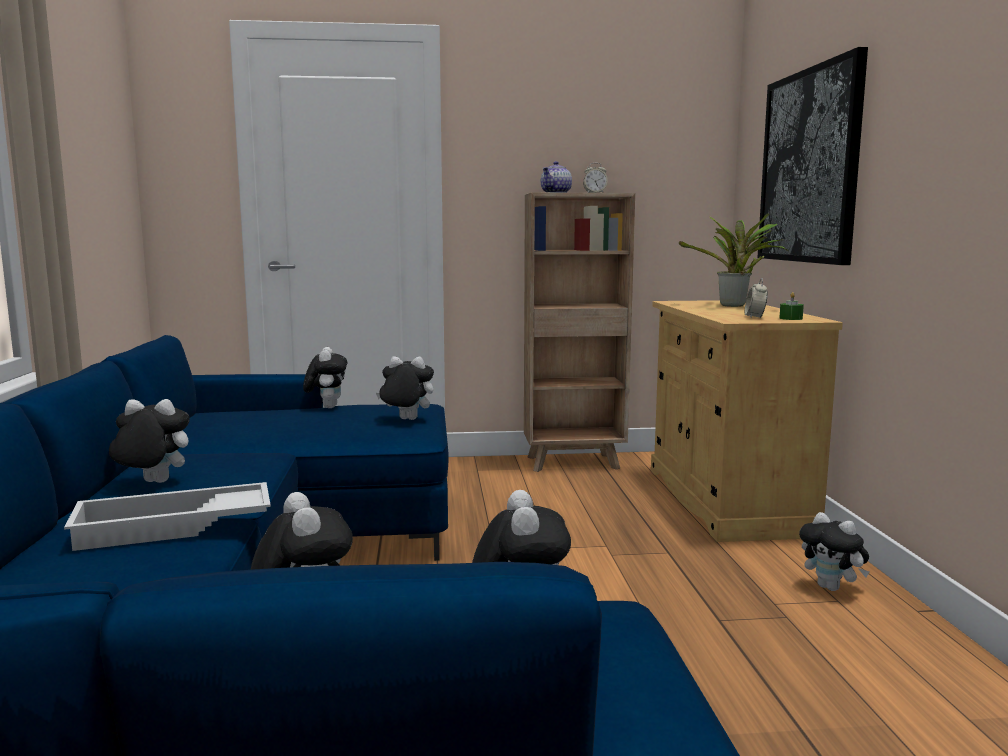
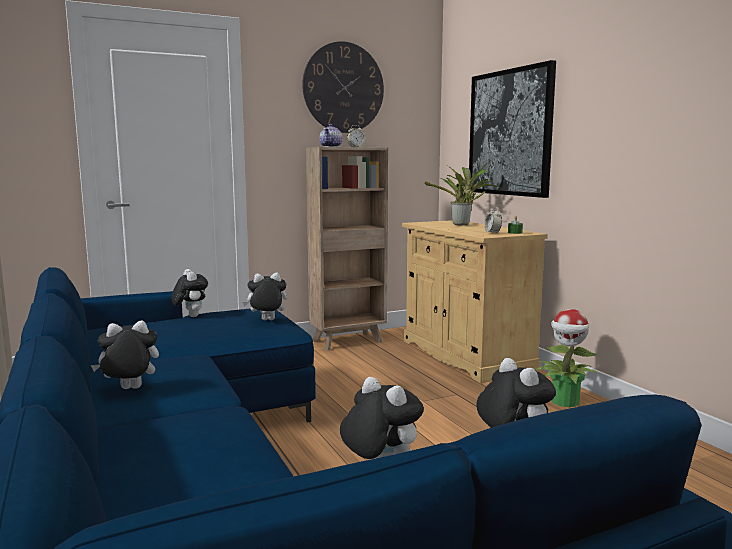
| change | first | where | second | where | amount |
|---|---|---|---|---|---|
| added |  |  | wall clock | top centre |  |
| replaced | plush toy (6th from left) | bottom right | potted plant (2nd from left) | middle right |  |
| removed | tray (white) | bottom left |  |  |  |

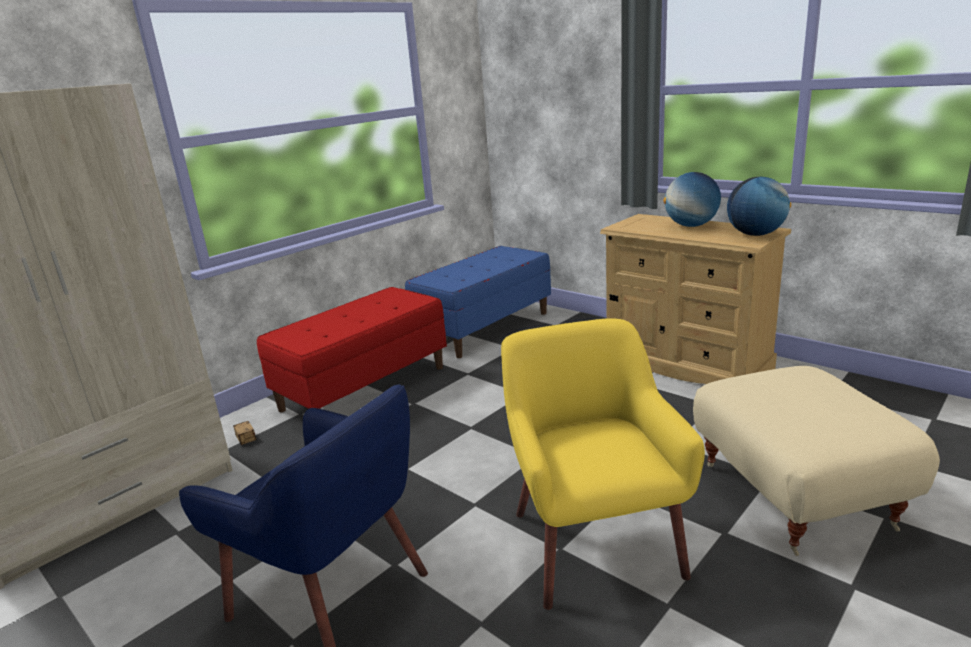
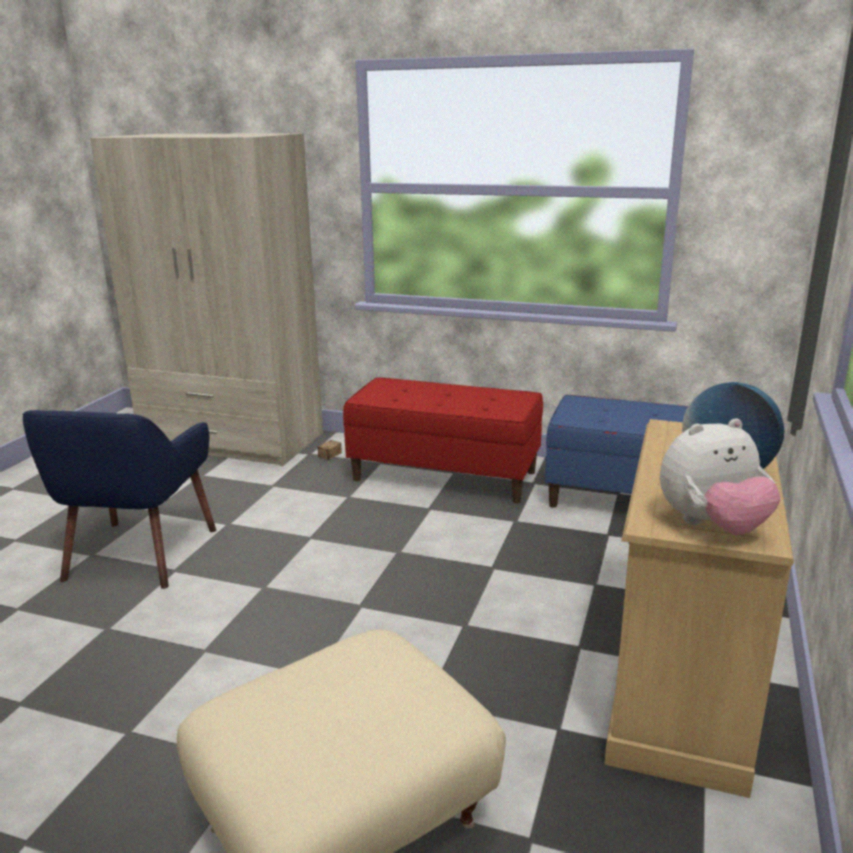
| change | first | where | second | where | amount |
|---|---|---|---|---|---|
| replaced | globe (2nd from left) | top right | plush toy | middle right |  |
| removed | armchair (yellow) | bottom centre |  |  |  |

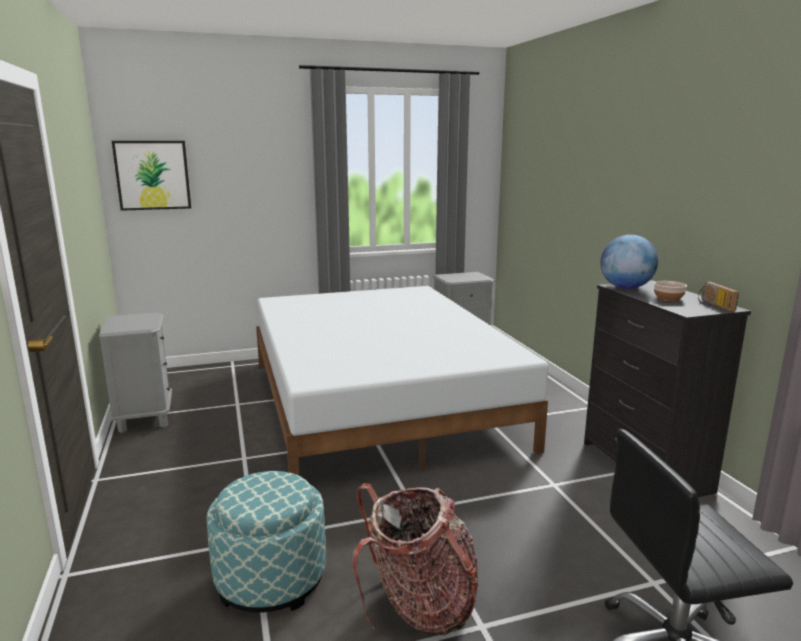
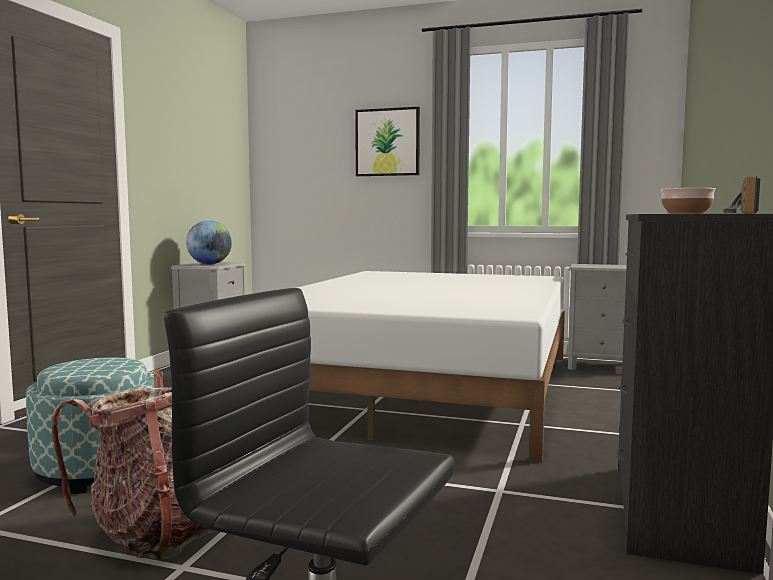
| change | first | where | second | where | amount |
|---|---|---|---|---|---|
| moved | globe | middle right |  | middle left |  |
| moved | picture | top left |  | top centre |  |

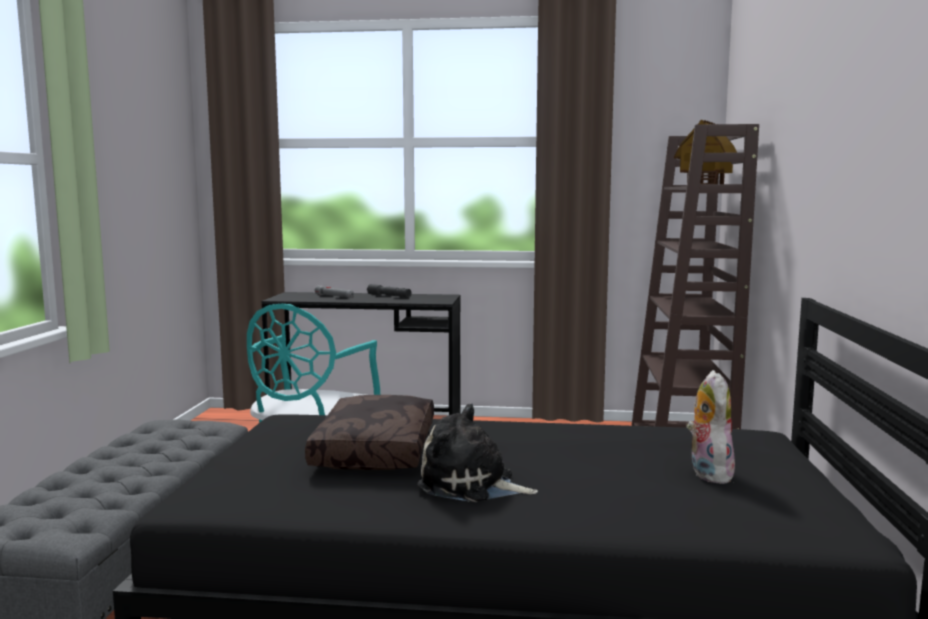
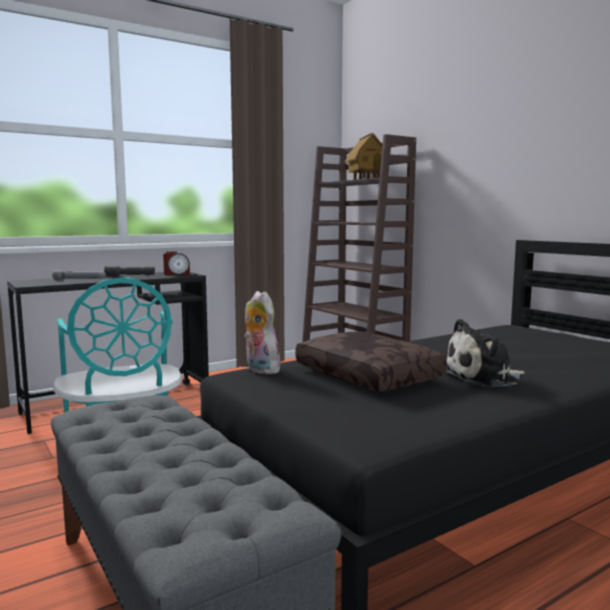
| change | first | where | second | where | amount |
|---|---|---|---|---|---|
| added |  |  | alarm clock | middle left |  |
| moved | plush toy (2nd from left in the first image) | bottom right | plush toy (1st from left) | centre |  |

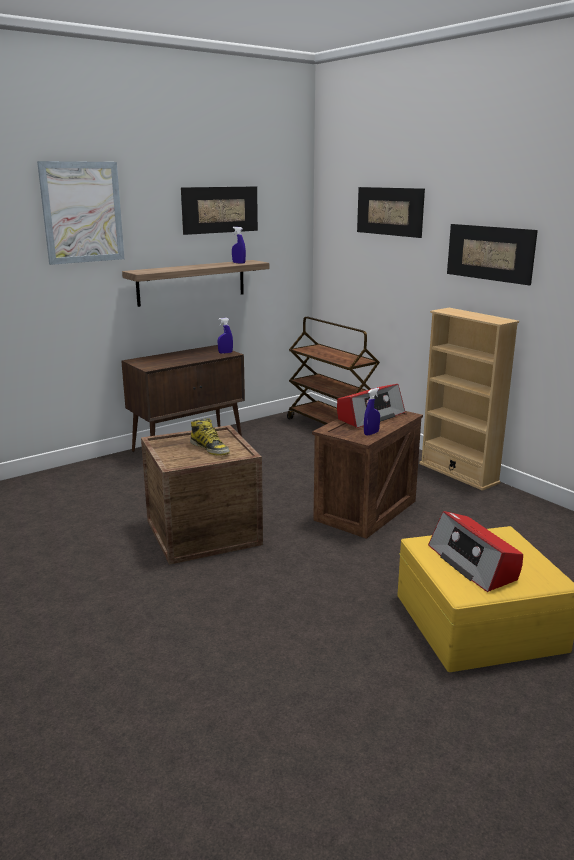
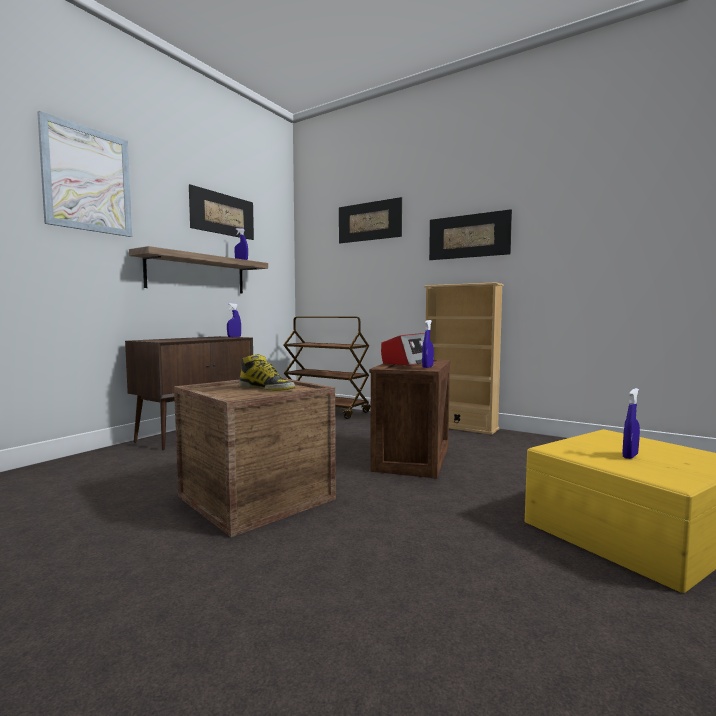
| change | first | where | second | where | amount |
|---|---|---|---|---|---|
| replaced | radio (2nd from left) | middle right | spray bottle (blue) (4th from left) | middle right |  |

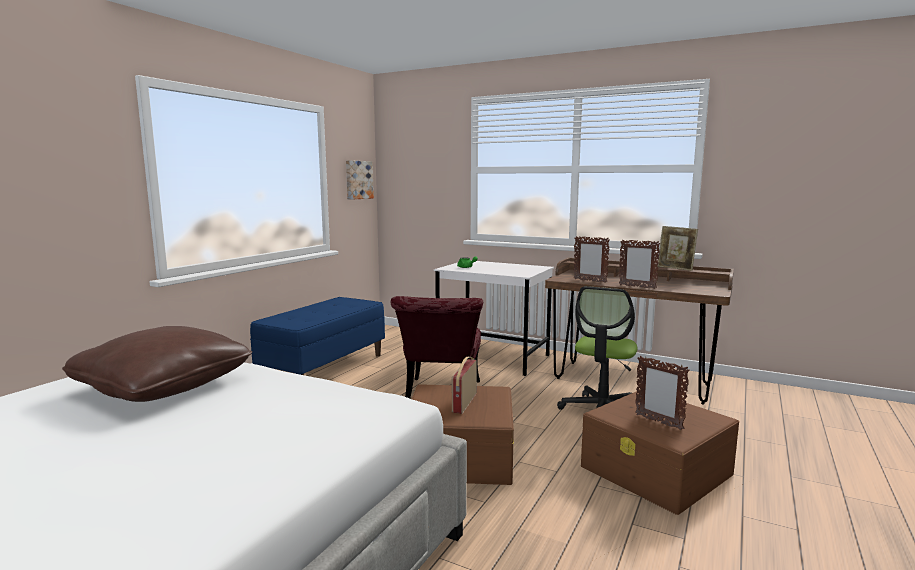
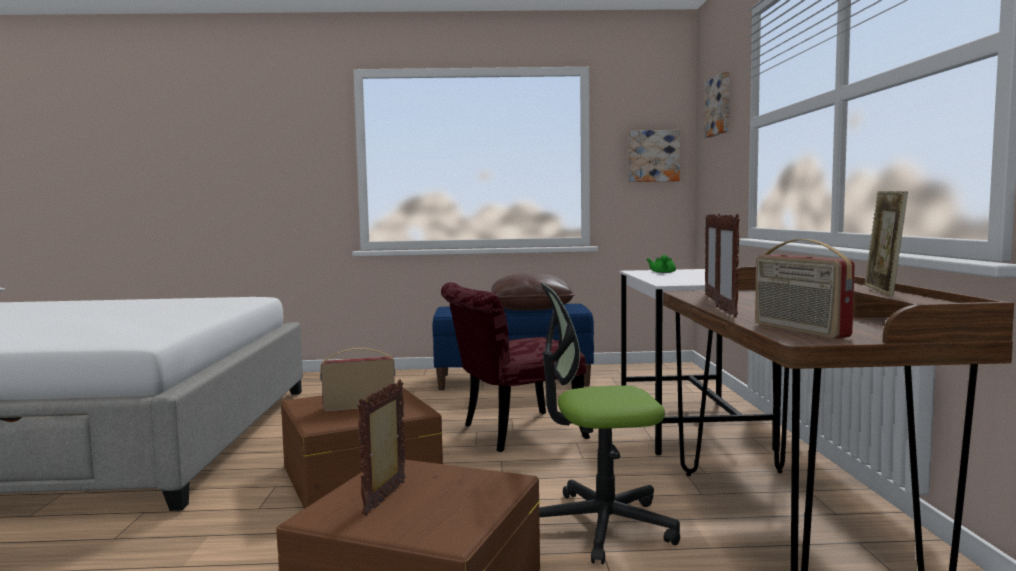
| change | first | where | second | where | amount |
|---|---|---|---|---|---|
| moved | pillow (brown) | middle left |  | centre |  |
| added |  |  | picture (2nd from left) | top right |  |
| added |  |  | radio (2nd from left) | middle right |  |

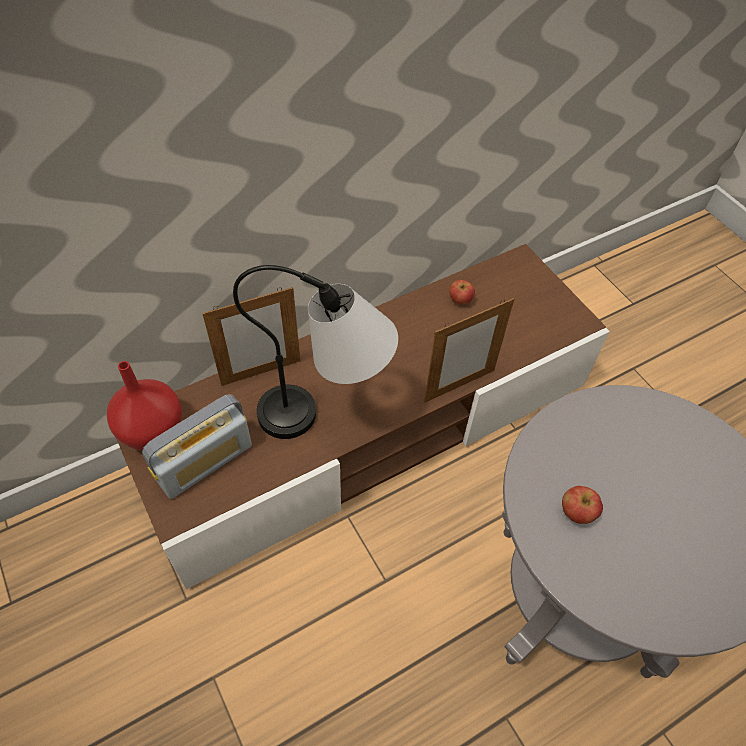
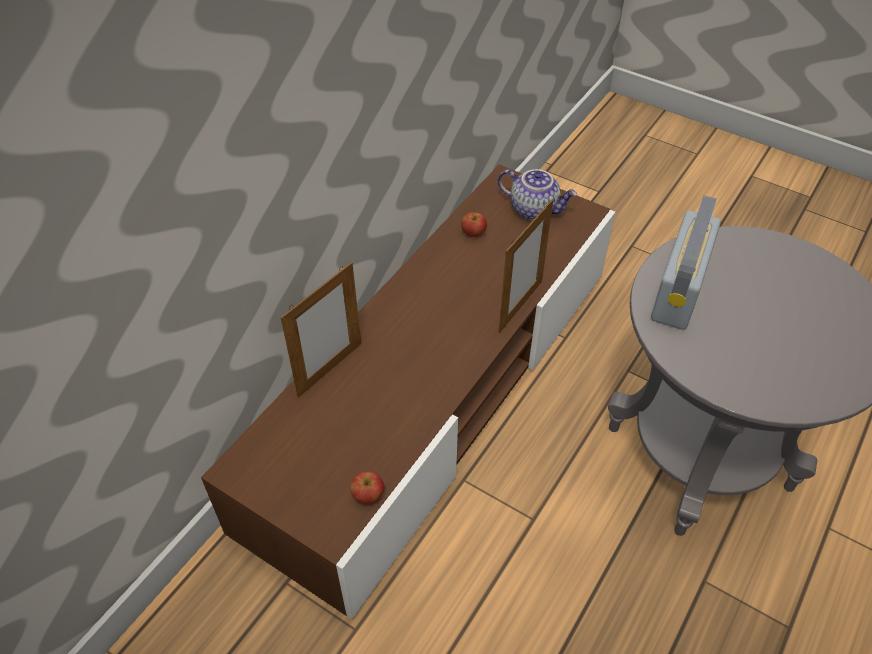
| change | first | where | second | where | amount |
|---|---|---|---|---|---|
| moved | apple (2nd from left in the first image) | bottom right | apple (1st from left) | bottom centre |  |
| added |  |  | teapot | top centre |  |
| moved | radio | middle left |  | middle right |  |
| removed | vase (red) | middle left |  |  |  |
| removed | table lamp | centre |  |  |  |

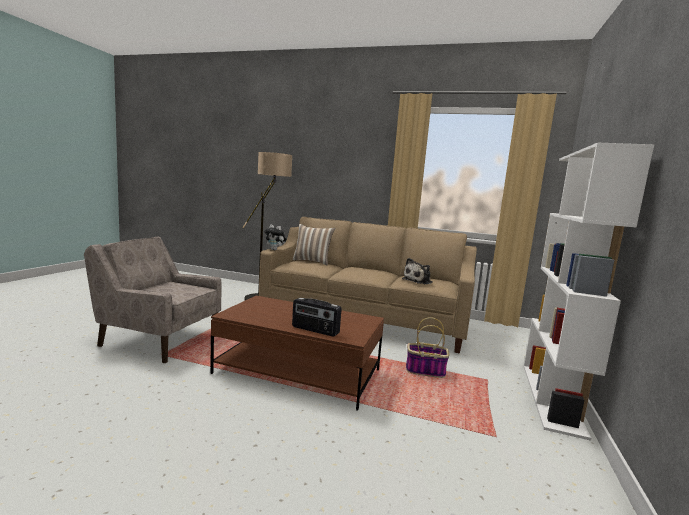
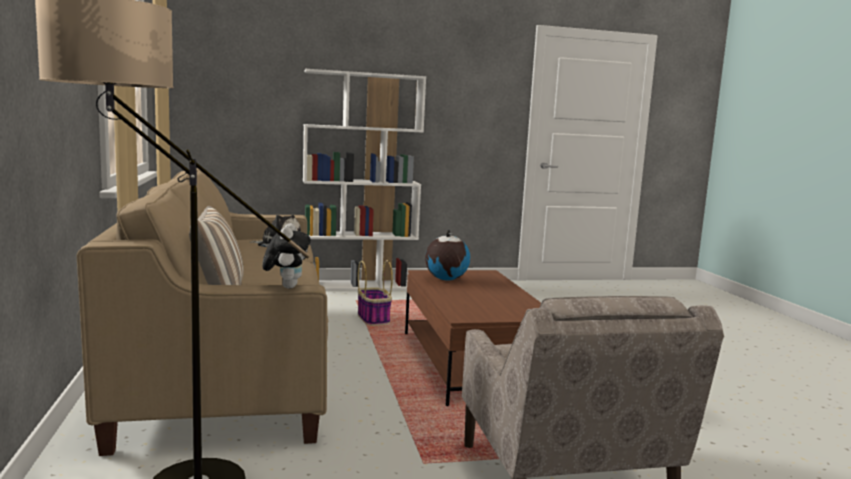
| change | first | where | second | where | amount |
|---|---|---|---|---|---|
| added |  |  | globe | centre |  |
| removed | radio | centre |  |  |  |

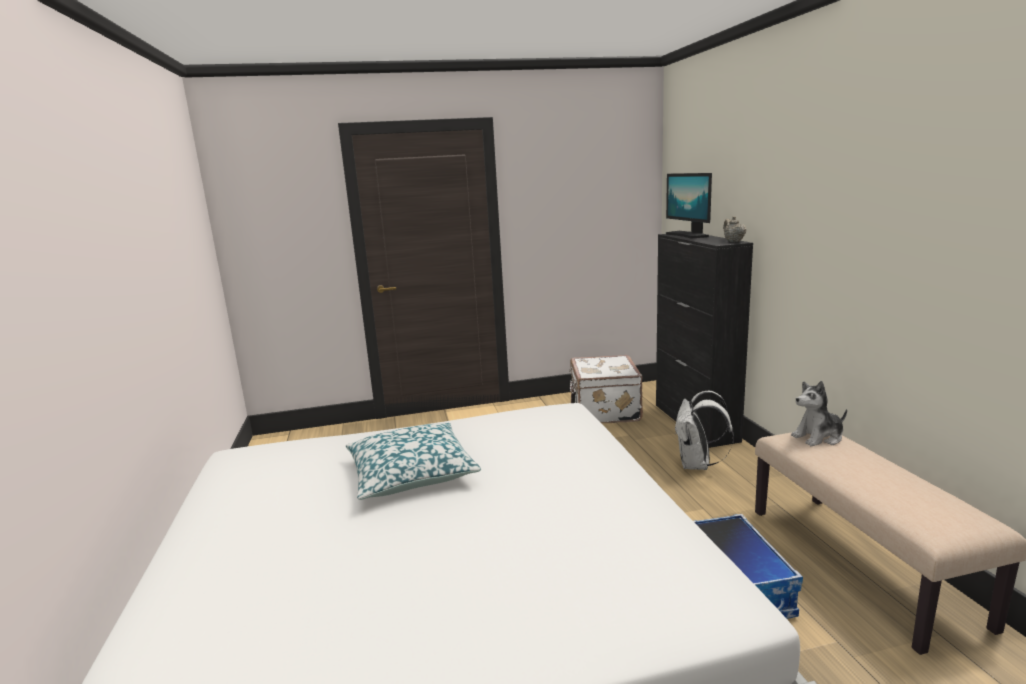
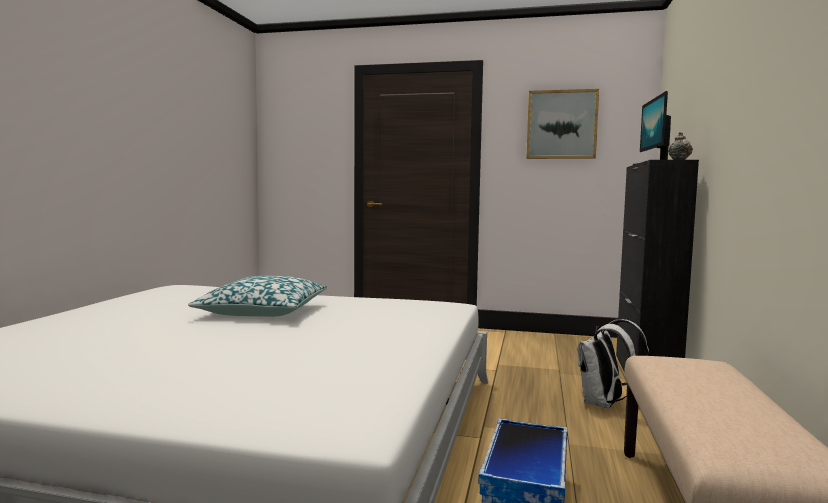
| change | first | where | second | where | amount |
|---|---|---|---|---|---|
| added |  |  | picture | top right |  |
| removed | suitcase (white) | centre |  |  |  |
| removed | plush toy | middle right |  |  |  |

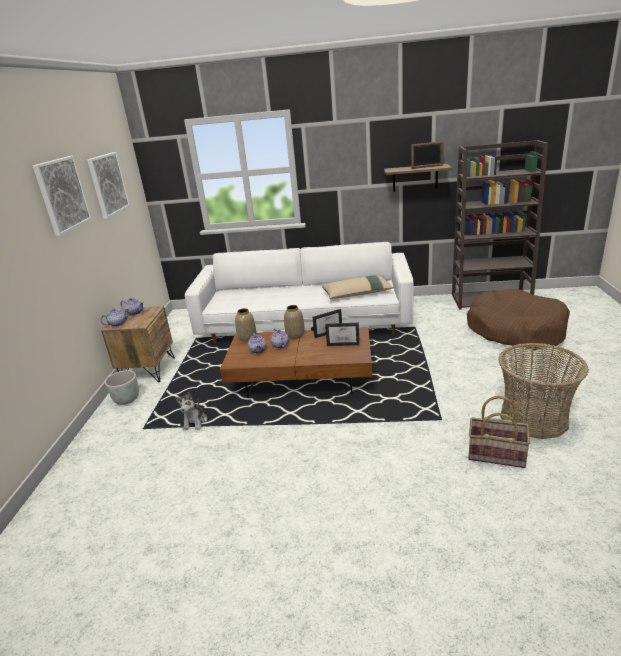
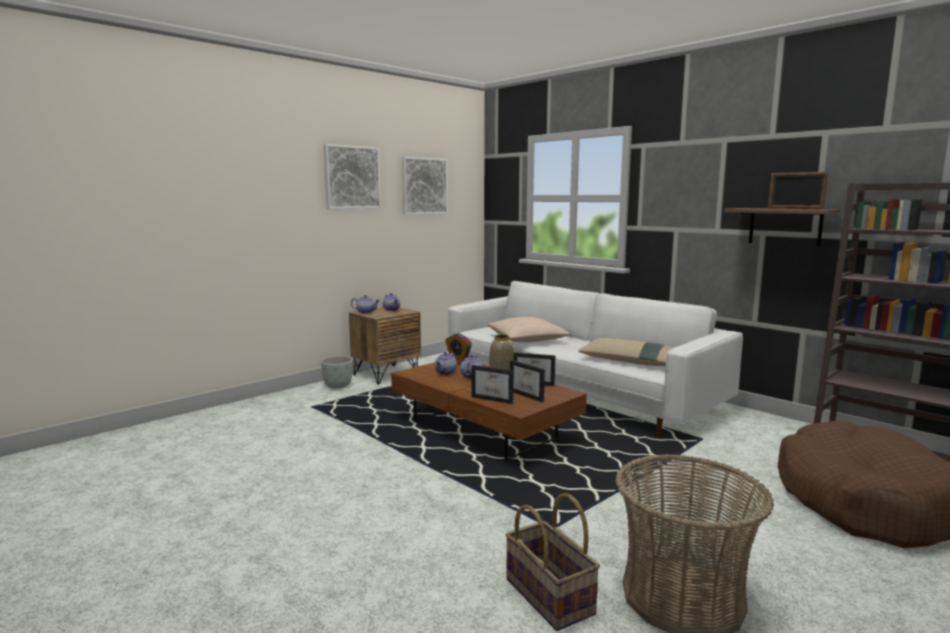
| change | first | where | second | where | amount |
|---|---|---|---|---|---|
| replaced | vase (1st from left) | centre | alarm clock | centre |  |
| added |  |  | picture frame (1st from left) | centre |  |
| added |  |  | pillow (beige) (1st from left) | centre |  |
| removed | plush toy | middle left |  |  |  |

